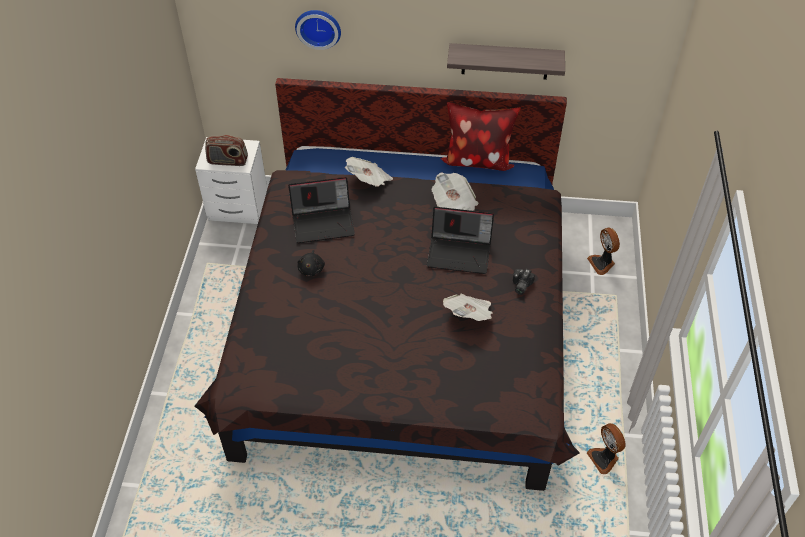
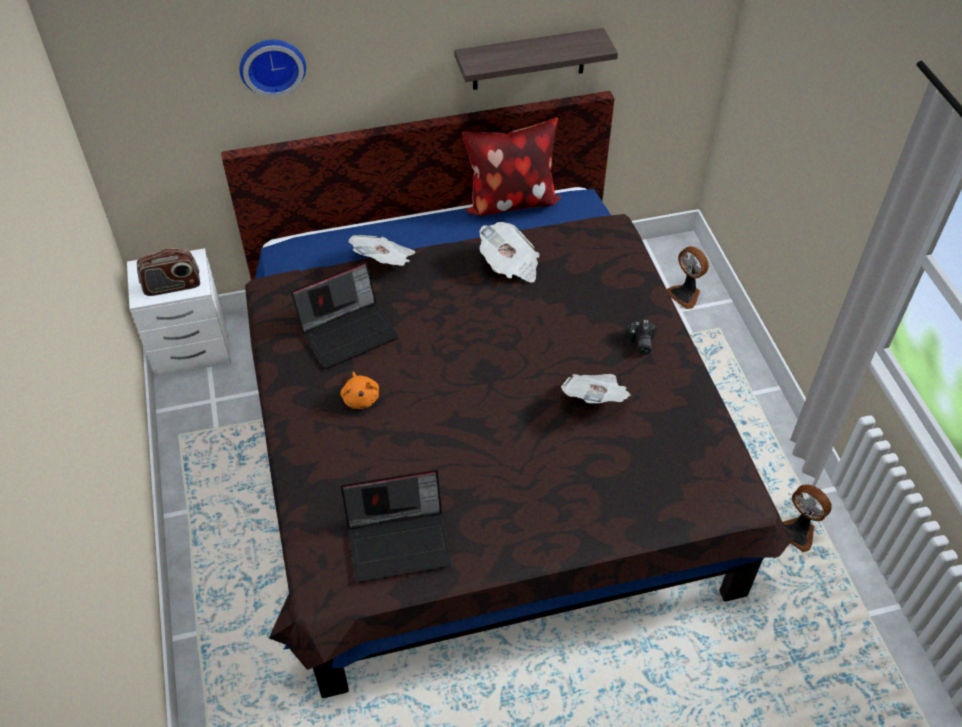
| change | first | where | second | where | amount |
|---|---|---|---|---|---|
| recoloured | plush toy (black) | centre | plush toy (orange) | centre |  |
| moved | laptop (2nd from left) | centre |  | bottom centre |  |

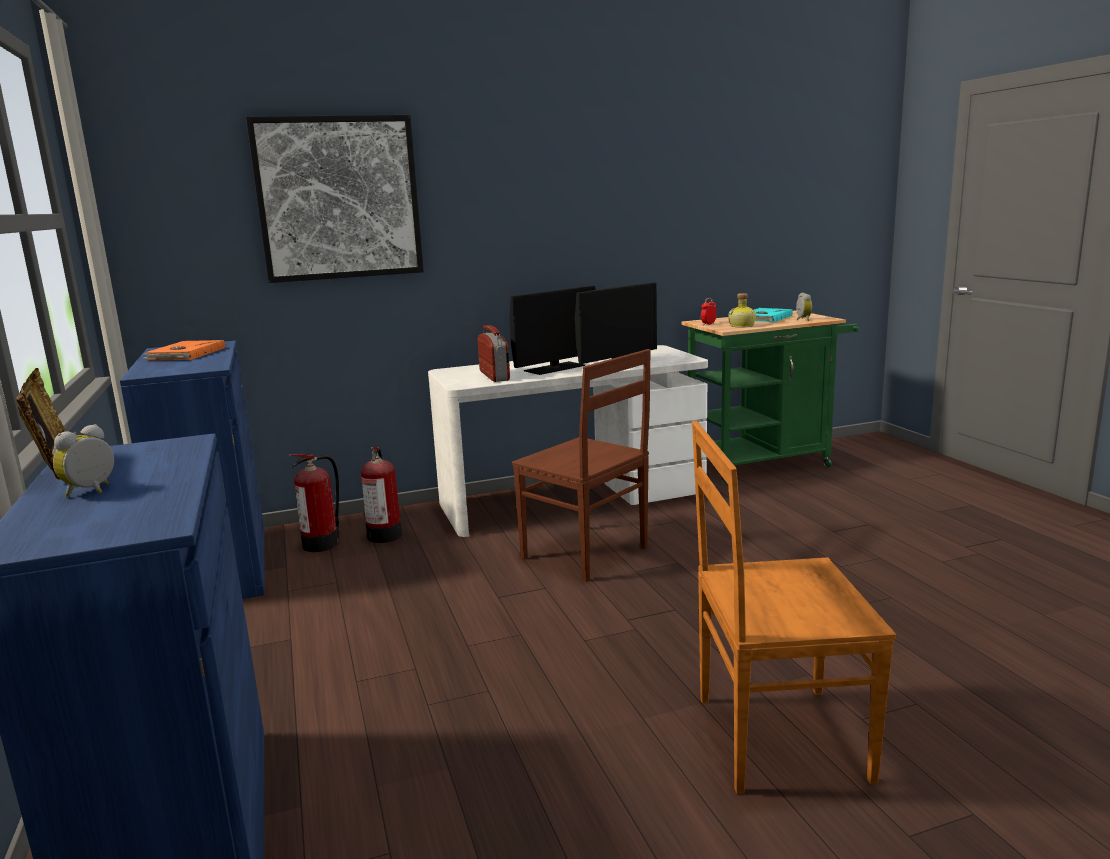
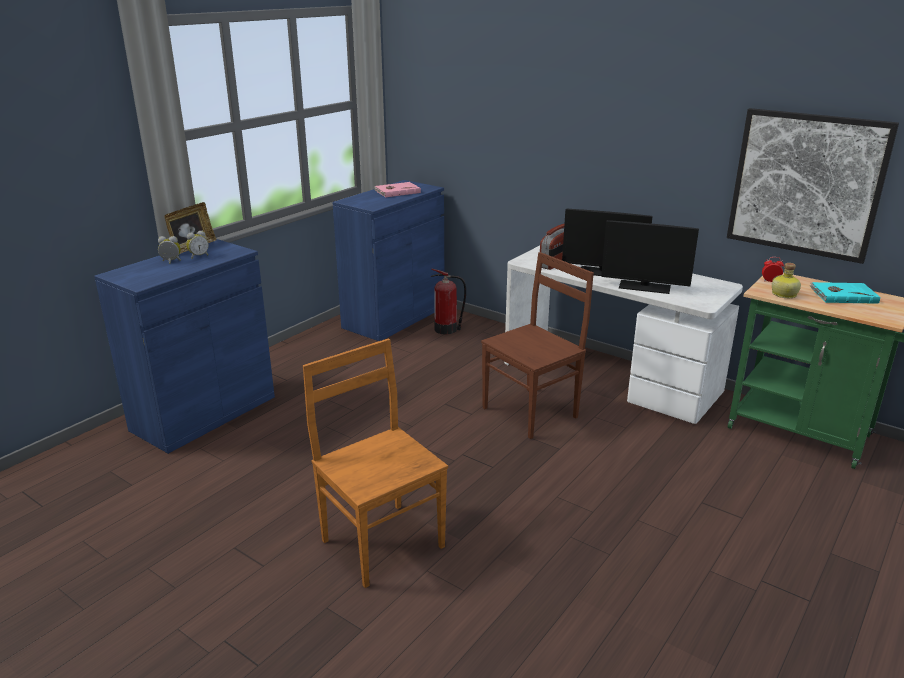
| change | first | where | second | where | amount |
|---|---|---|---|---|---|
| moved | alarm clock (3rd from left in the first image) | middle right | alarm clock (2nd from left) | middle left |  |
| recoloured | book (orange) | middle left | book (pink) | top centre |  |
| turned | chair (brown) (1st from left in the first image) | centre | chair (brown) (2nd from left) | centre | 135 degrees counterclockwise |
| moved | picture | top left |  | top right |  |
| removed | fire extinguisher (2nd from left) | centre |  |  |  |

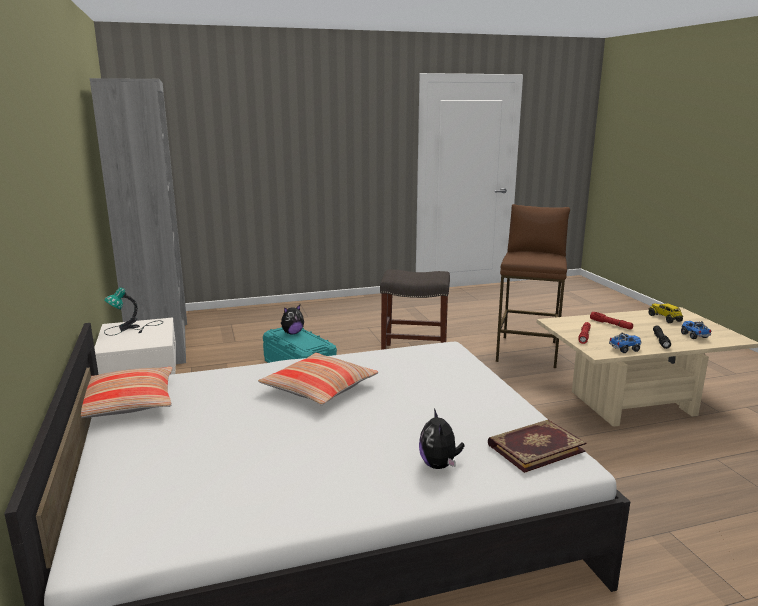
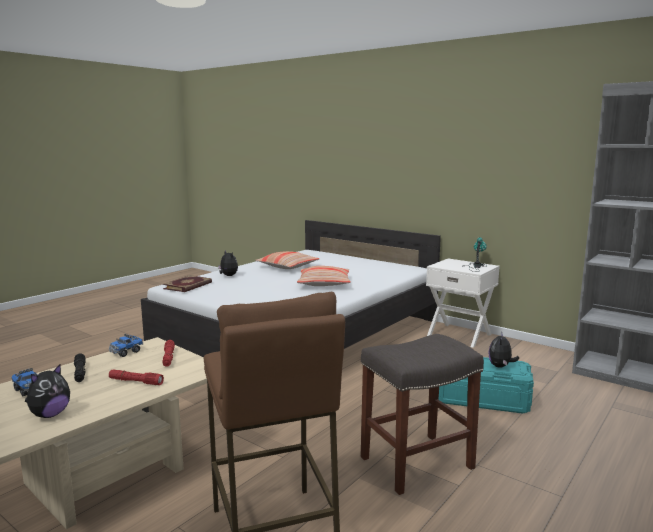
| change | first | where | second | where | amount |
|---|---|---|---|---|---|
| replaced | toy truck (2nd from left) | middle right | plush toy (1st from left) | bottom left |  |
| moved | pillow (1st from left) | middle left |  | centre |  |

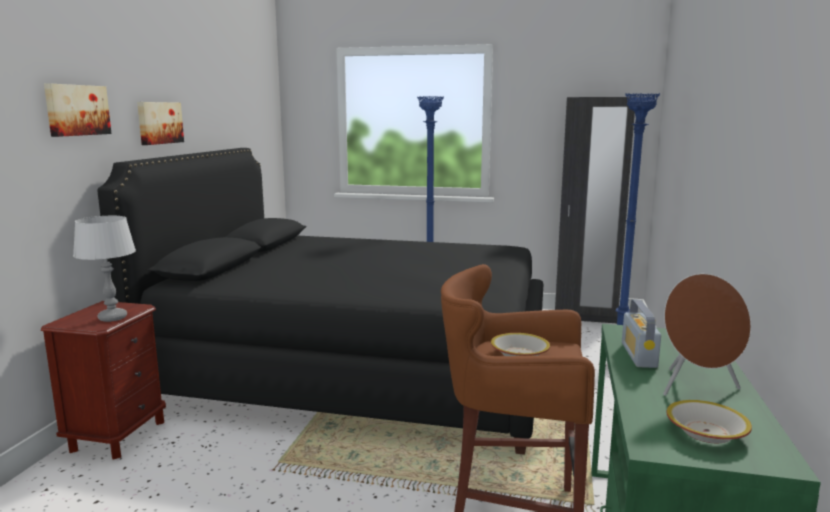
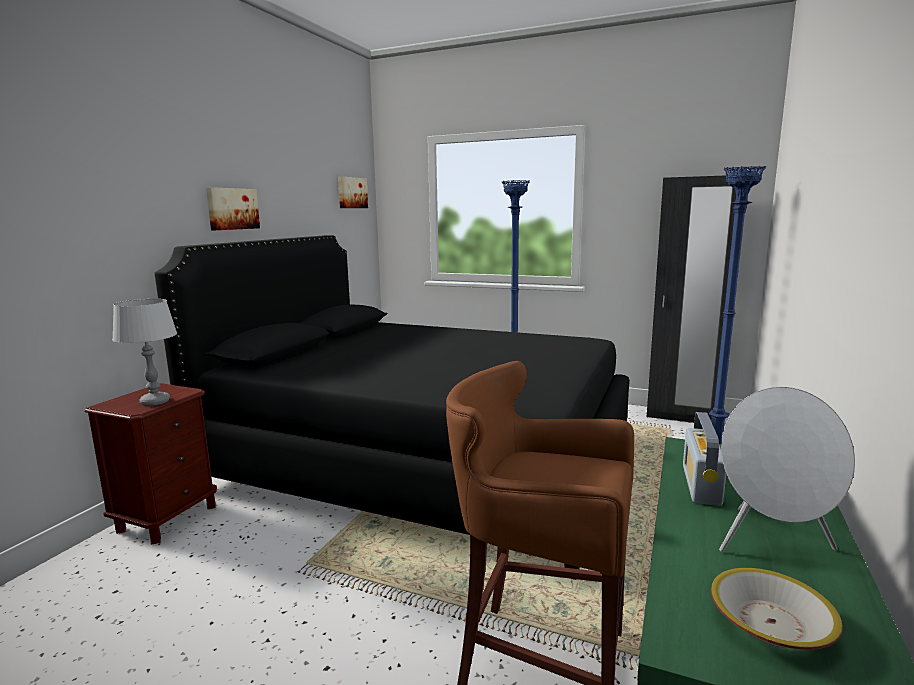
| change | first | where | second | where | amount |
|---|---|---|---|---|---|
| moved | picture (1st from left in the first image) | top left | picture (2nd from left) | top centre |  |
| recoloured | speaker (brown) | middle right | speaker (white) | bottom right |  |
| removed | bowl (1st from left) | bottom centre |  |  |  |

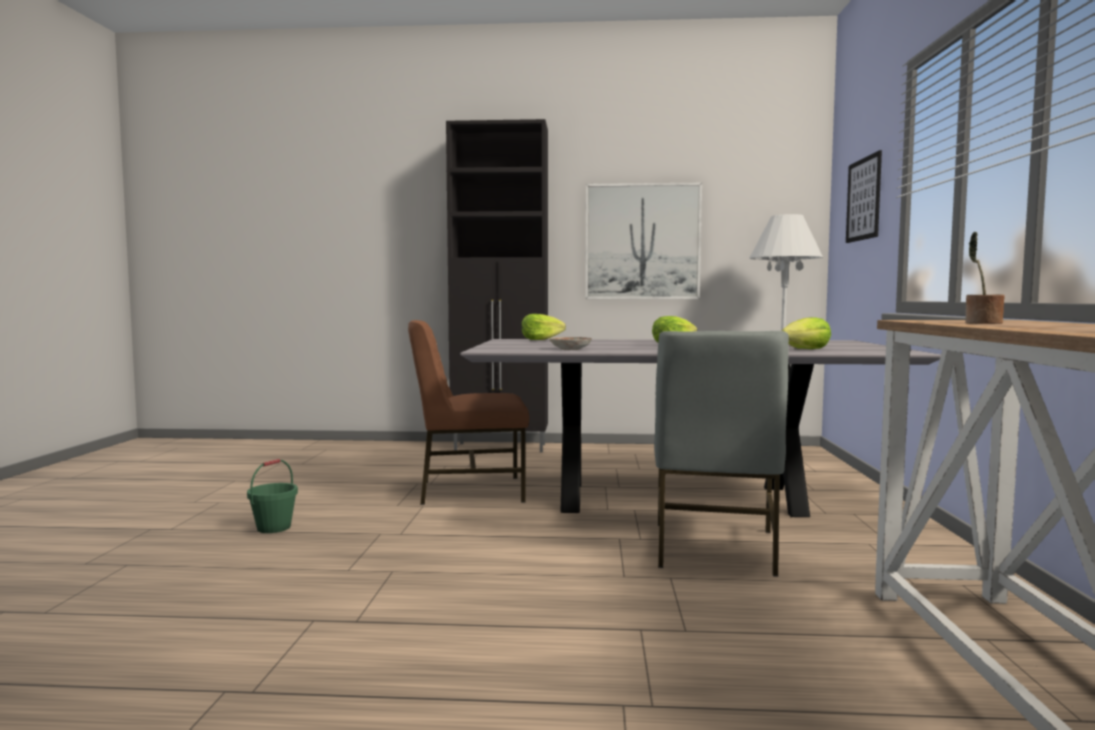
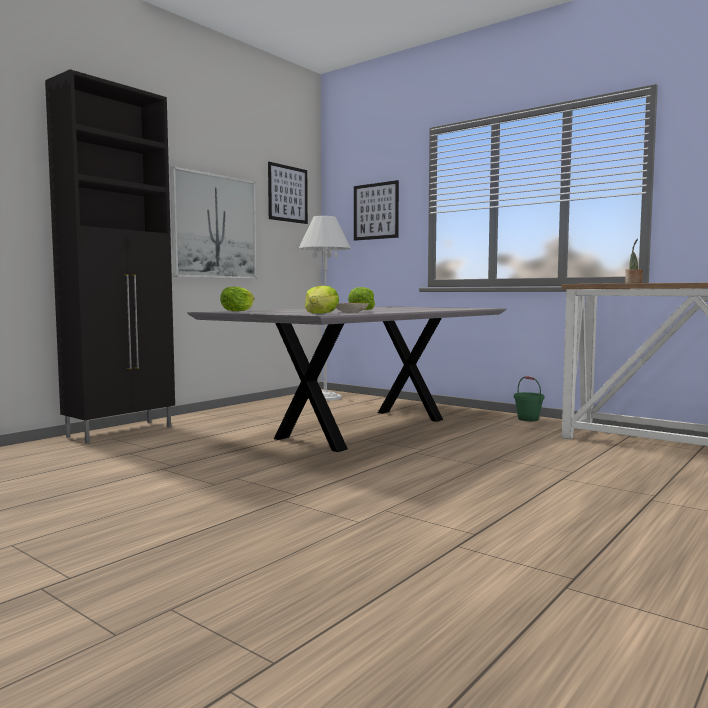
| change | first | where | second | where | amount |
|---|---|---|---|---|---|
| added |  |  | picture (2nd from left) | top centre |  |
| moved | lettuce (3rd from left in the first image) | middle right | lettuce (2nd from left) | centre |  |
| moved | bucket (green) | bottom left |  | middle right |  |
| removed | chair (brown) | centre |  |  |  |
| removed | chair (grey) | centre |  |  |  |

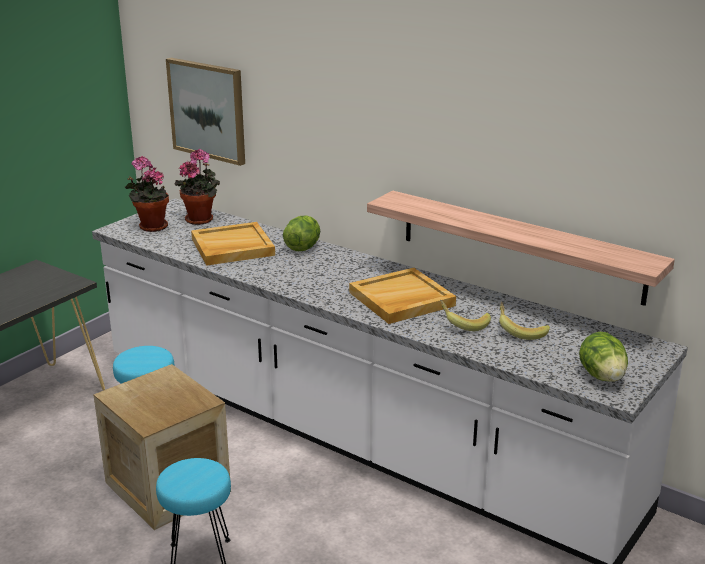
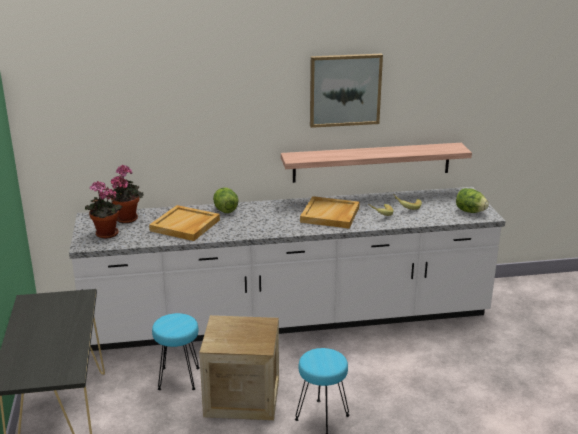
| change | first | where | second | where | amount |
|---|---|---|---|---|---|
| moved | picture | top left |  | top centre |  |

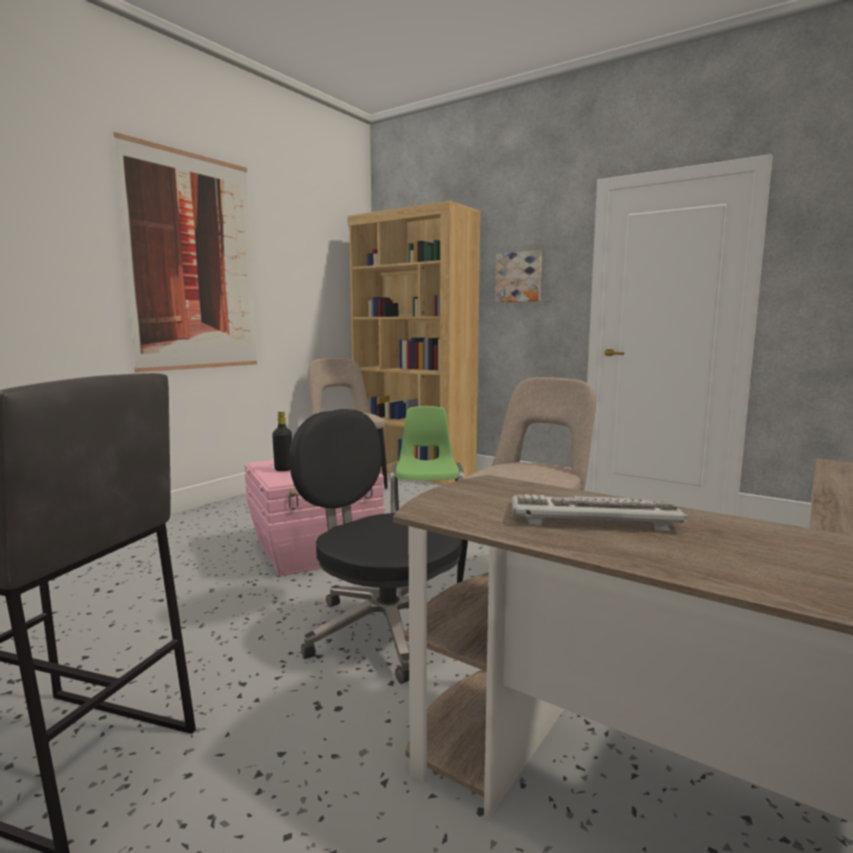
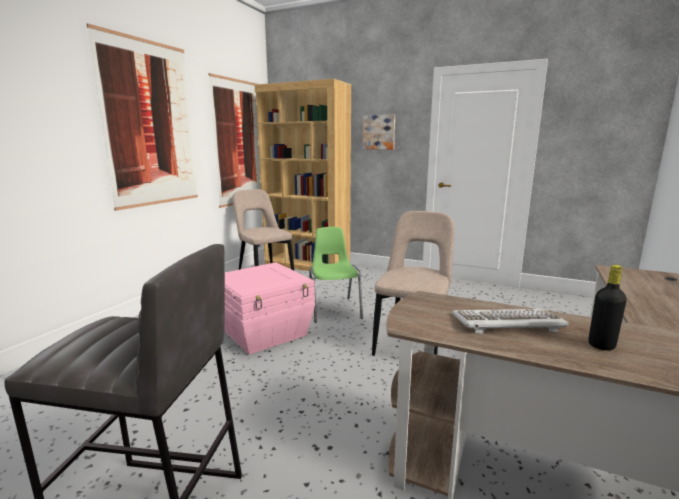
| change | first | where | second | where | amount |
|---|---|---|---|---|---|
| added |  |  | picture (2nd from left) | top centre |  |
| moved | bottle (black) | middle left |  | middle right |  |
| removed | office chair (black) | centre |  |  |  |

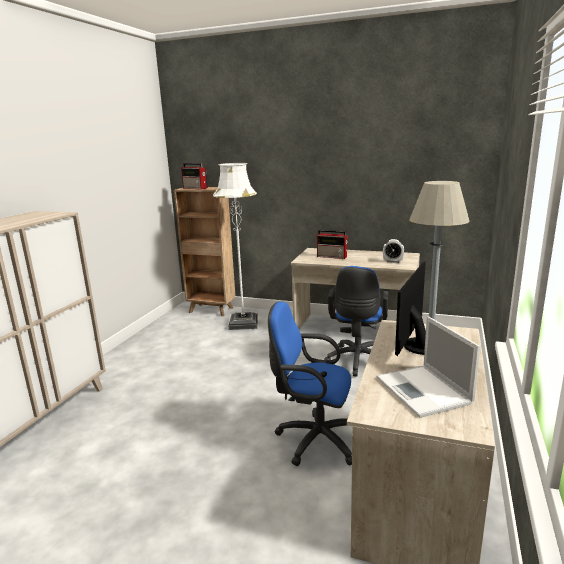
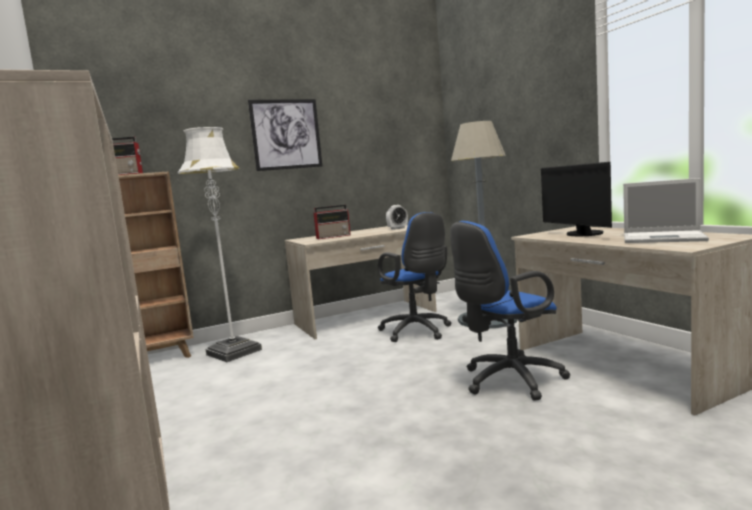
| change | first | where | second | where | amount |
|---|---|---|---|---|---|
| added |  |  | picture | top centre |  |

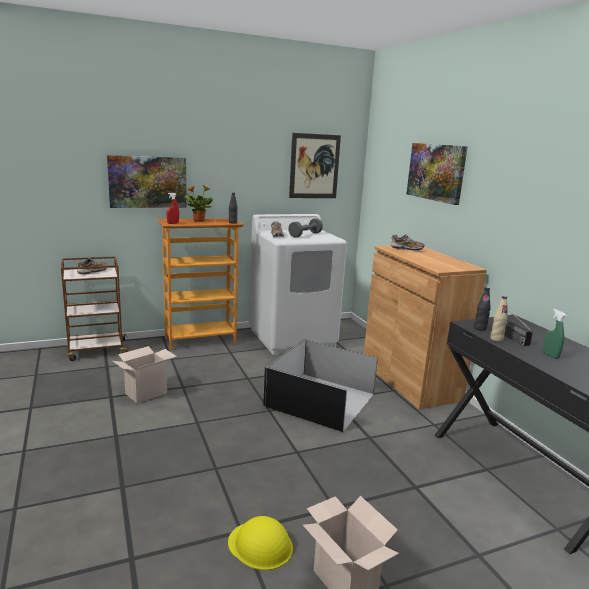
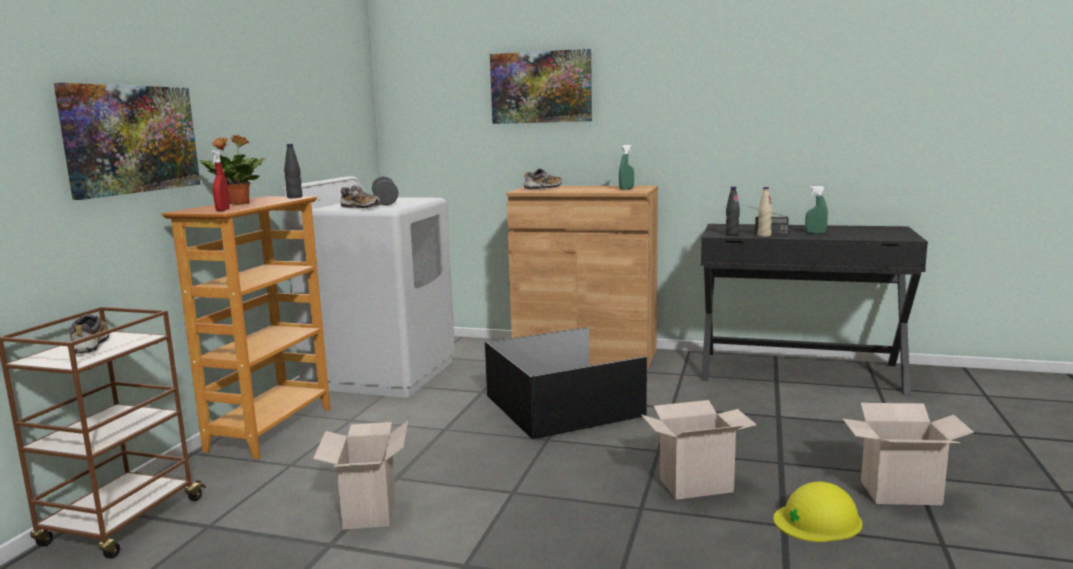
| change | first | where | second | where | amount |
|---|---|---|---|---|---|
| added |  |  | spray bottle (green) (1st from left) | top centre |  |
| added |  |  | cardboard box (2nd from left) | bottom centre |  |
| removed | picture (2nd from left) | top centre |  |  |  |

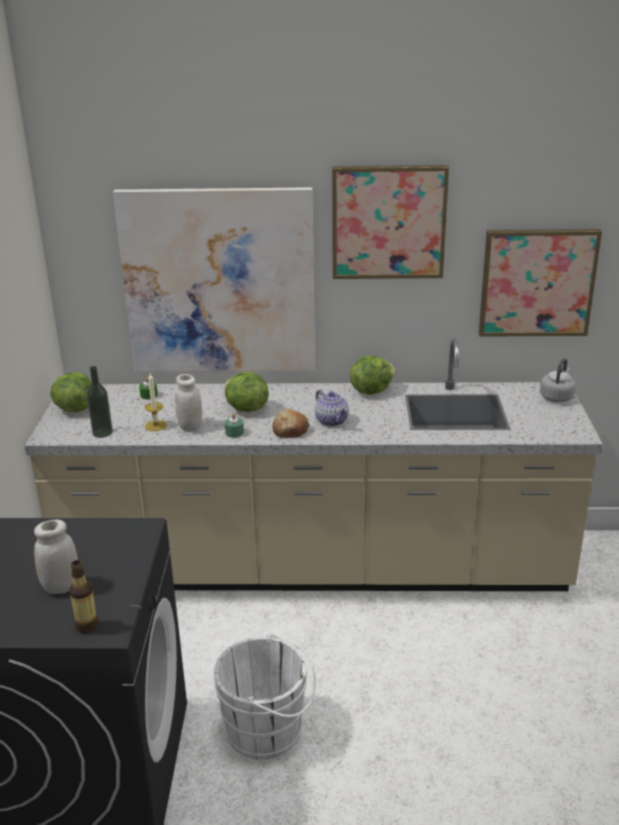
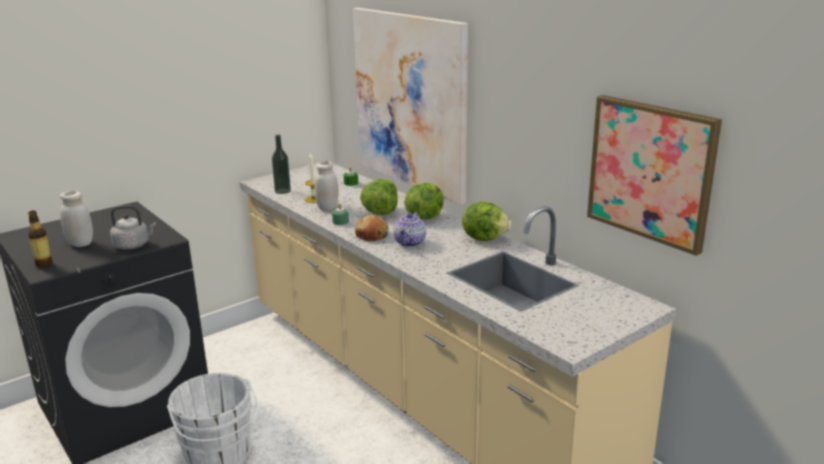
| change | first | where | second | where | amount |
|---|---|---|---|---|---|
| moved | kettle (grey) | middle right |  | middle left |  |
| moved | lettuce (1st from left in the first image) | middle left | lettuce (2nd from left) | centre |  |
| removed | picture (2nd from left) | top centre |  |  |  |

